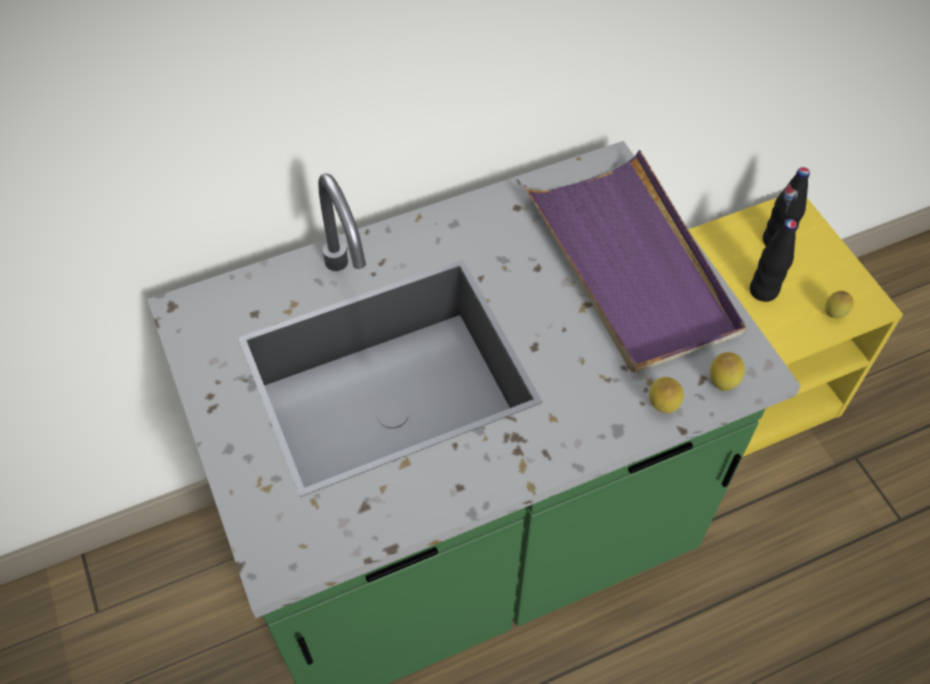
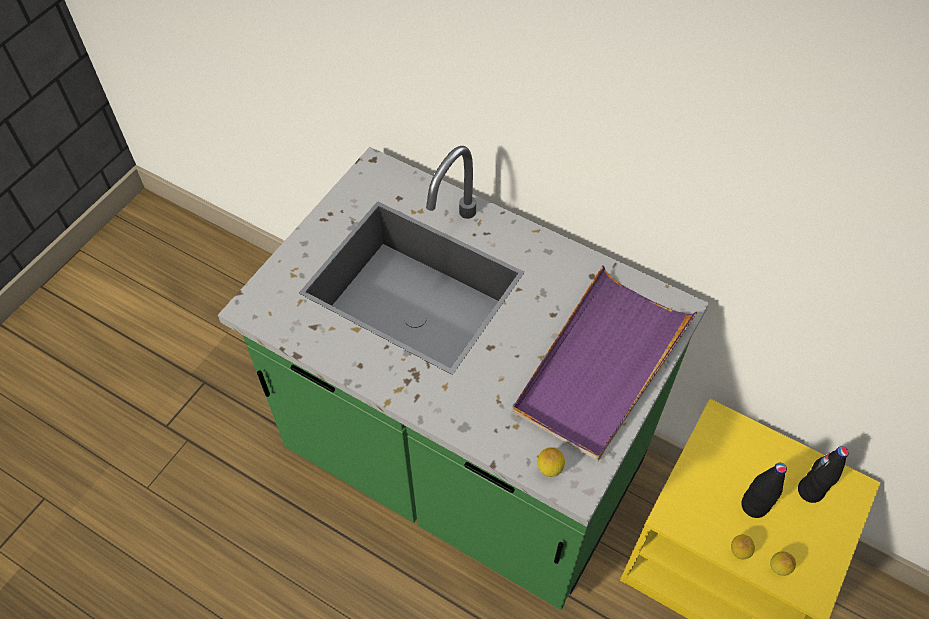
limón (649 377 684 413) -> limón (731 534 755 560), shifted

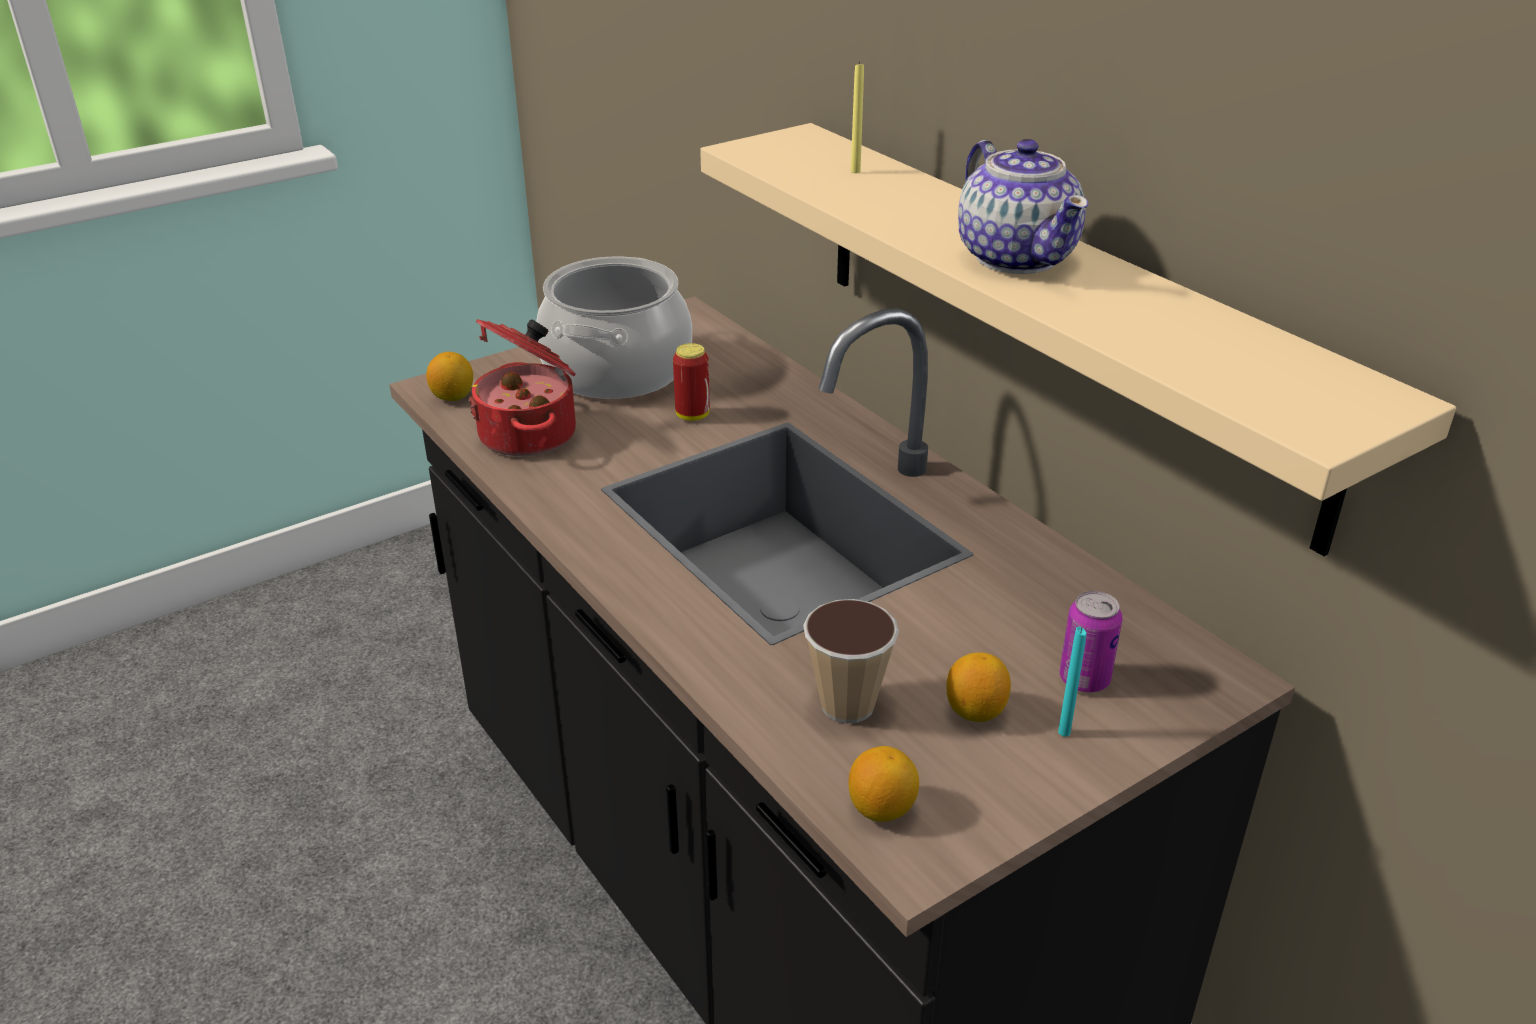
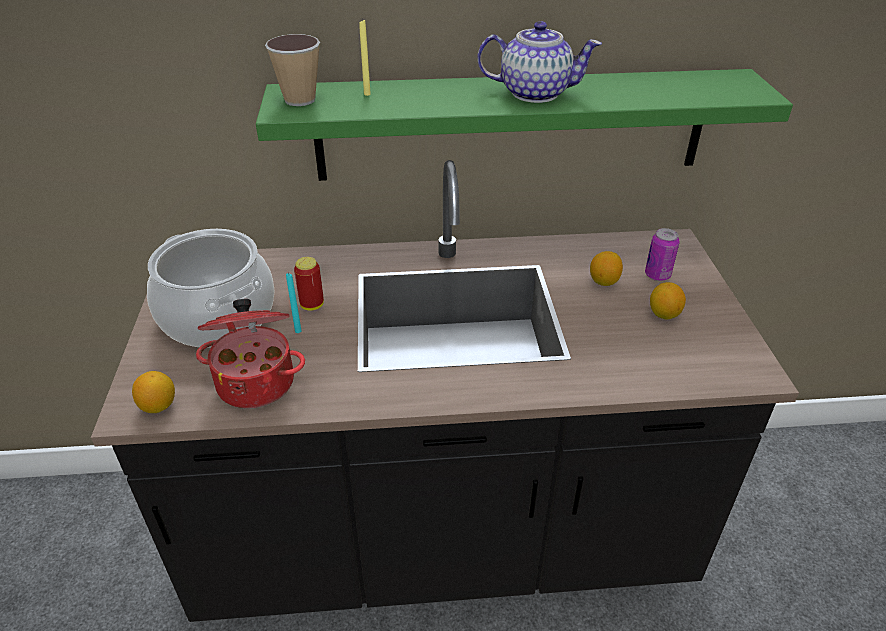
estante/beis (700 123 1456 556) -> estante/verde (256 69 793 181)
taza (803 599 899 723) -> taza (265 34 320 106), shifted
vela/turquesa (1058 627 1087 737) -> vela/turquesa (286 273 302 333), shifted
limón (848 746 919 822) -> limón (590 251 623 286), shifted

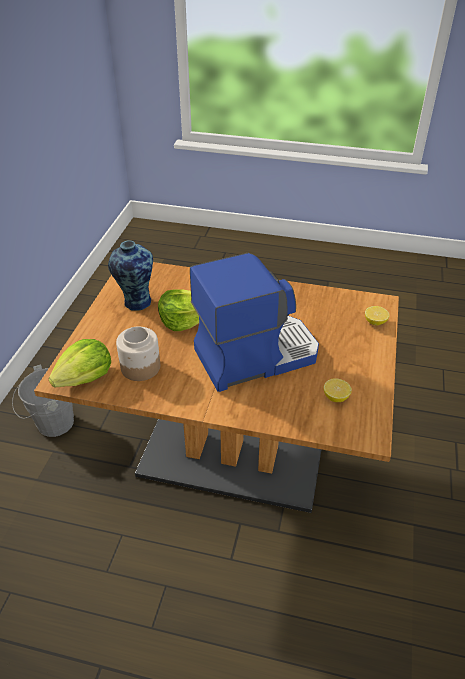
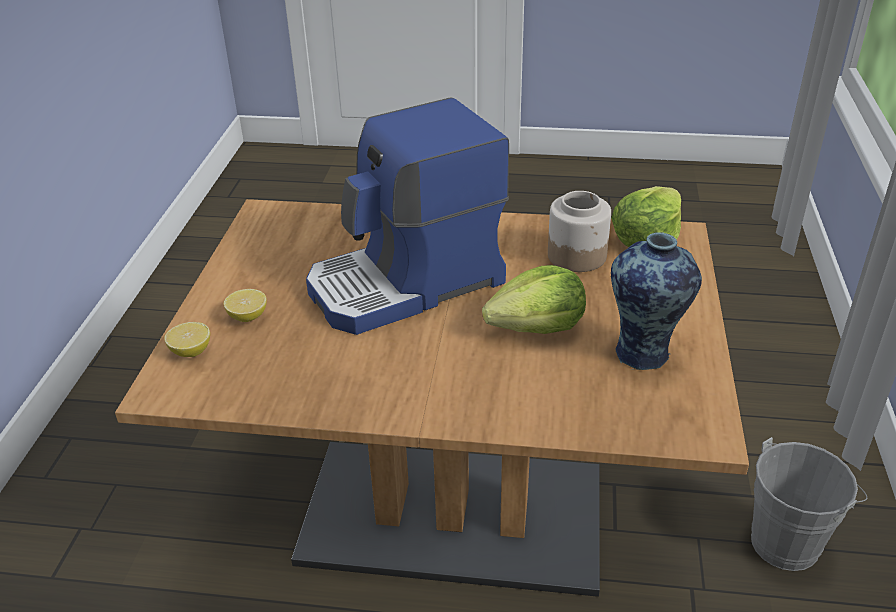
limón (324 378 352 402) -> limón (224 289 267 322), shifted

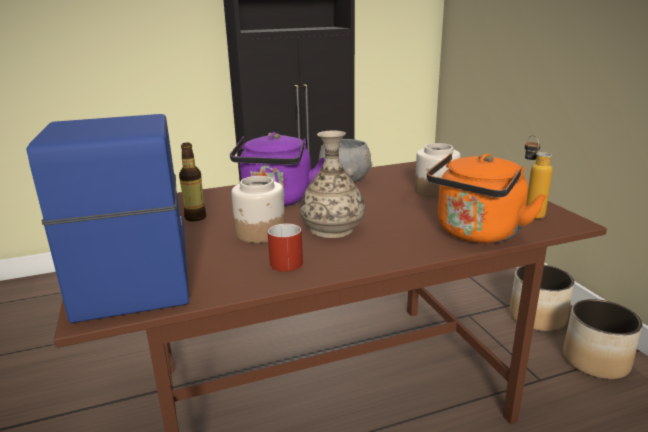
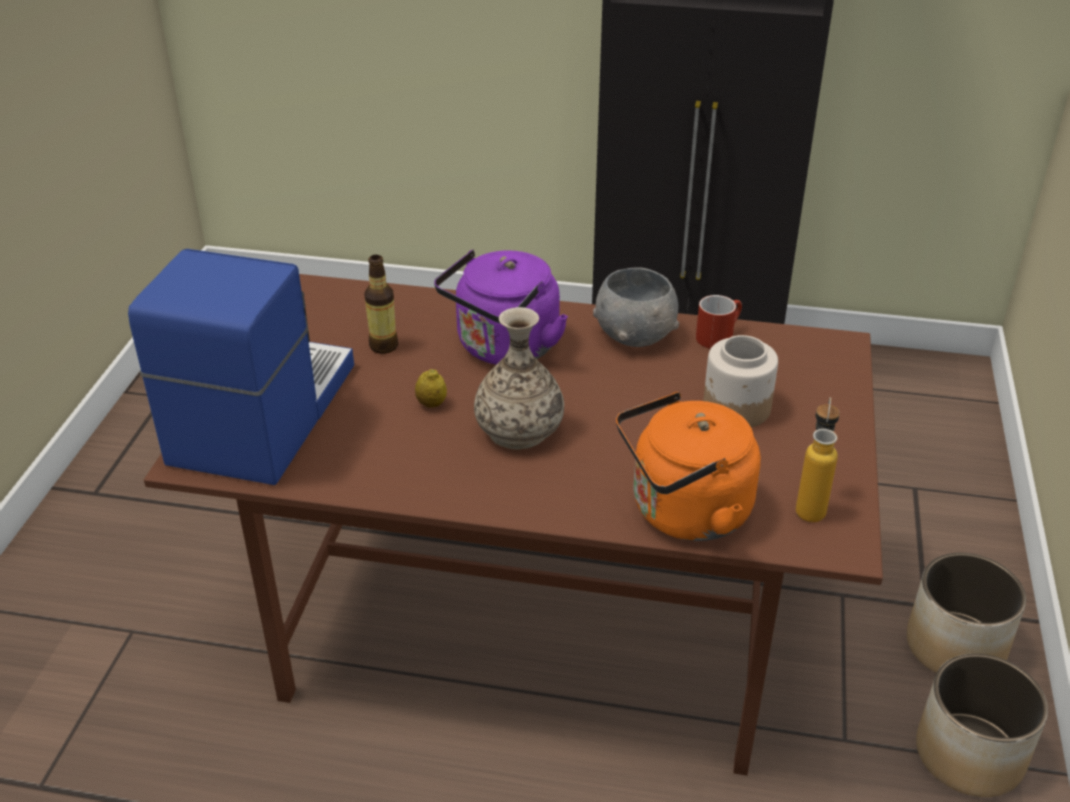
tarro (231 176 285 243) -> limón (415 369 447 408)
taza grande/rojo (268 223 303 272) -> taza grande/rojo (696 295 742 349), shifted

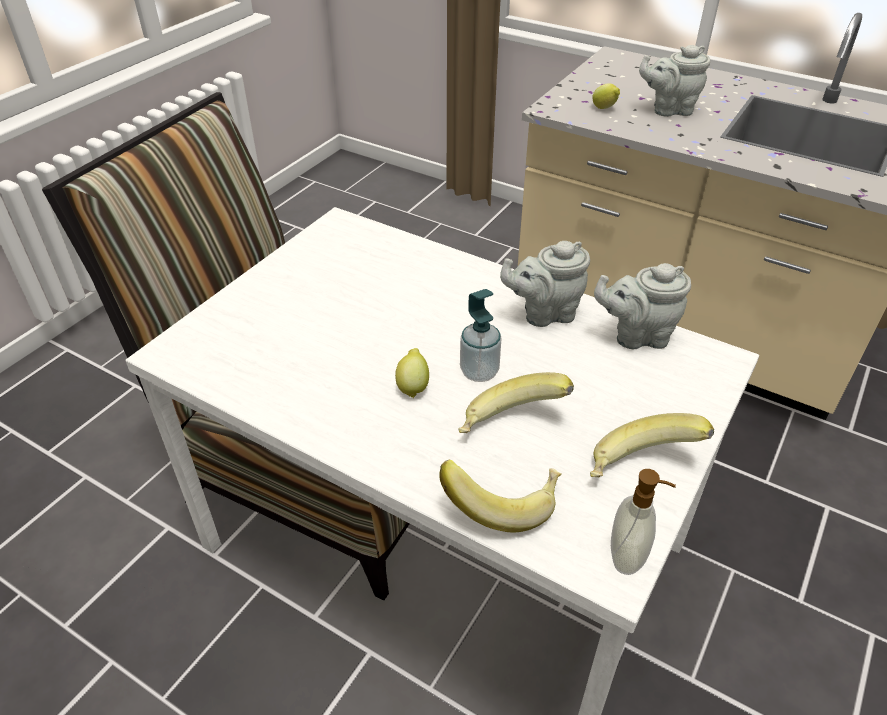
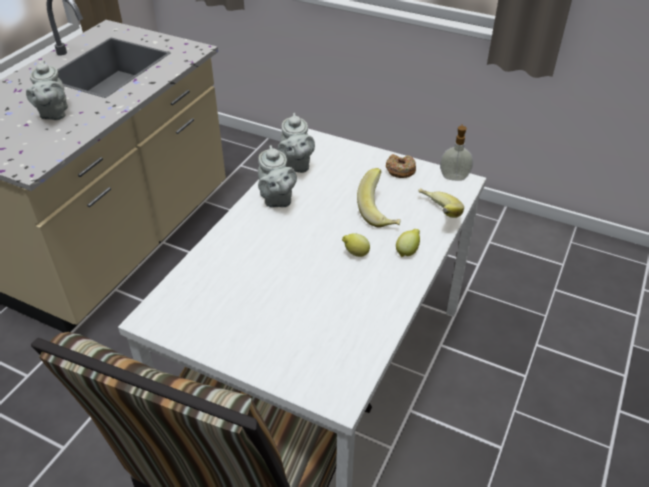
limón (592 83 620 109) -> limón (396 229 420 257), shifted
dispensador de jabón (460 289 501 382) -> none
plátano (590 413 714 478) -> rosquilla (386 154 416 178)

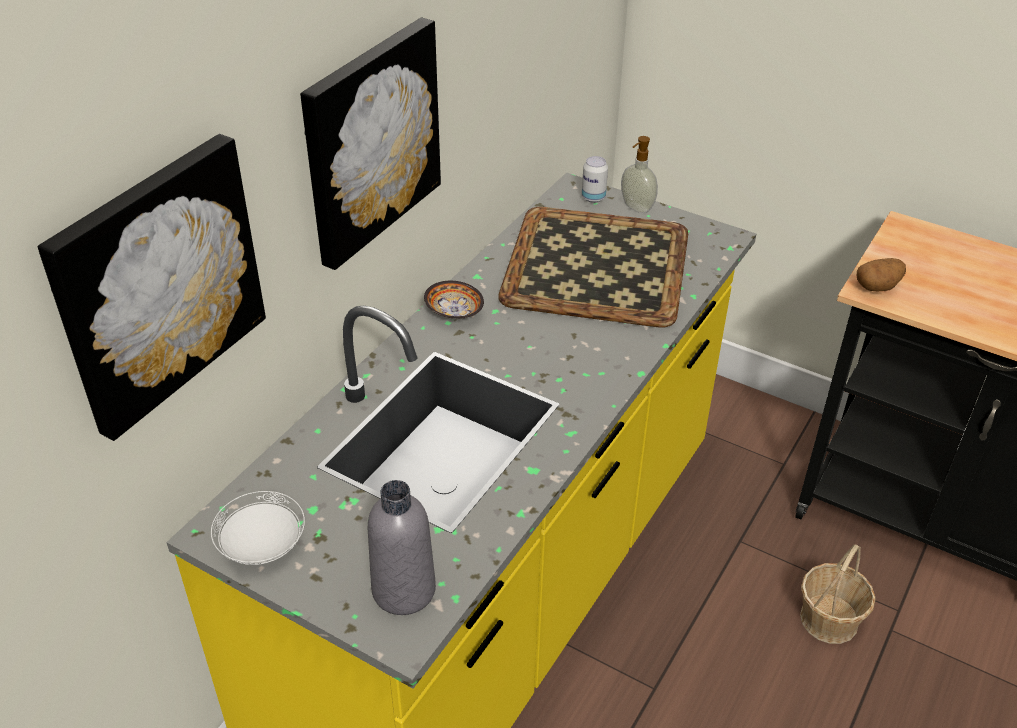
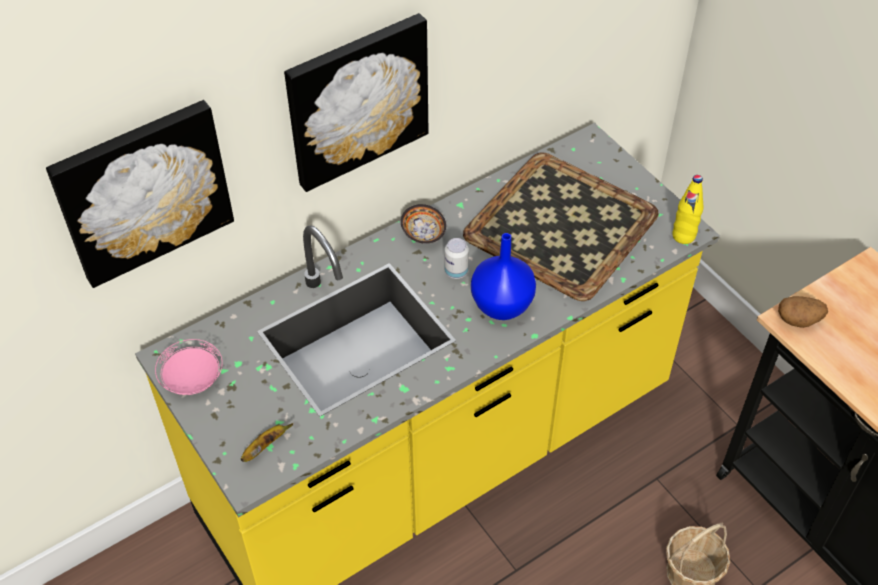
dispensador de jabón (621 136 658 213) -> none
lata (582 156 608 203) -> lata (445 238 469 279), shifted
botella/gris (368 480 436 615) -> plátano (241 423 293 462)
plato/blanco (211 491 305 565) -> plato/rosa (155 339 223 395)
none -> botella/amarillo (672 175 703 244)
none -> florero/azul (471 233 536 320)

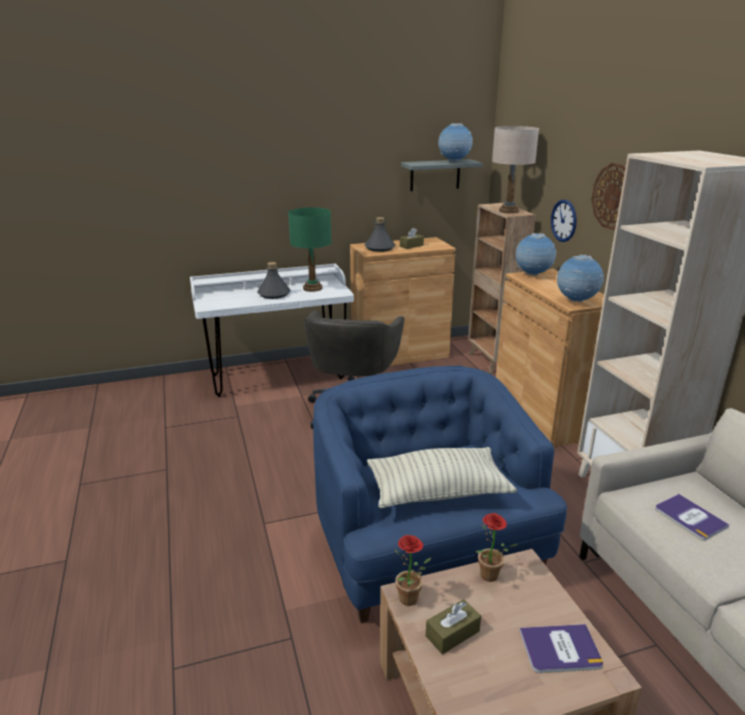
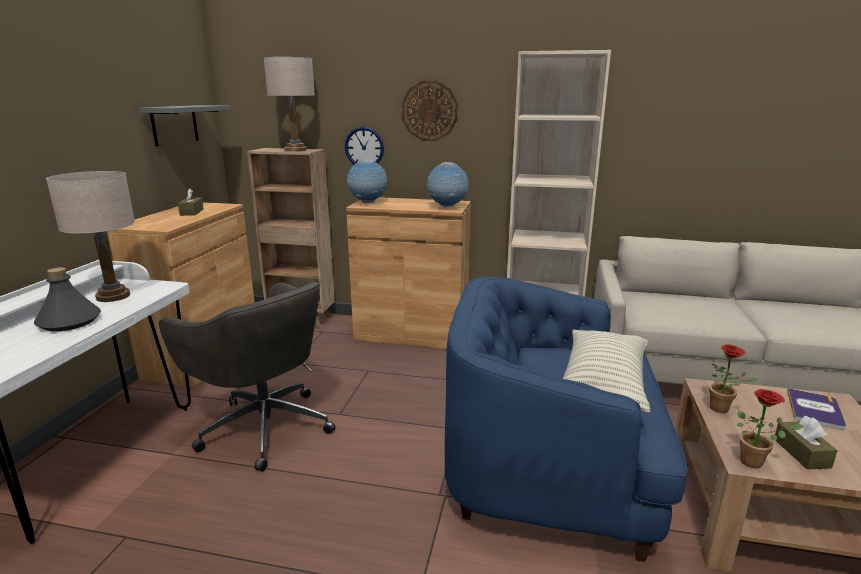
globo terráqueo (438 123 473 162) -> none
lámpara de mesa/verde (288 207 332 292) -> lámpara de mesa/beis (46 171 135 302)
botella/gris (365 217 395 252) -> none
libro (655 494 729 540) -> none

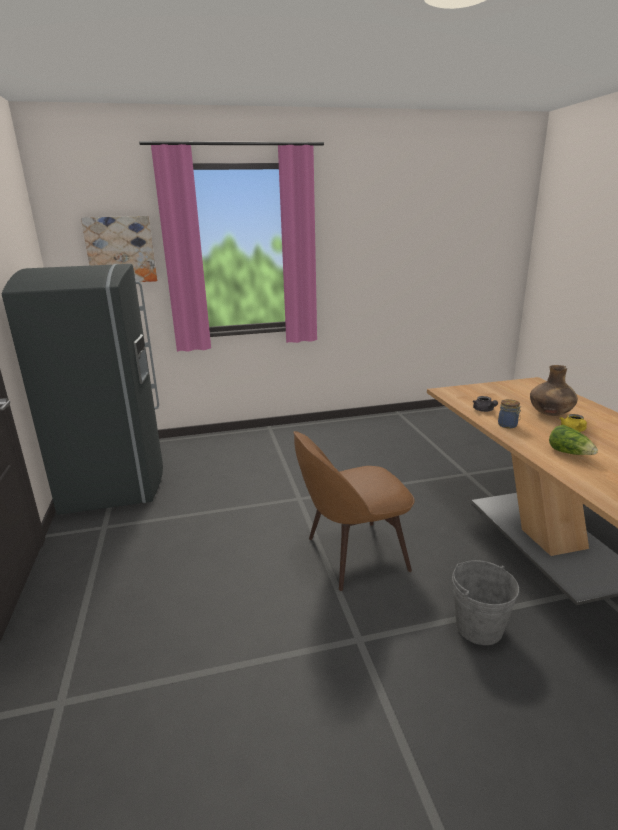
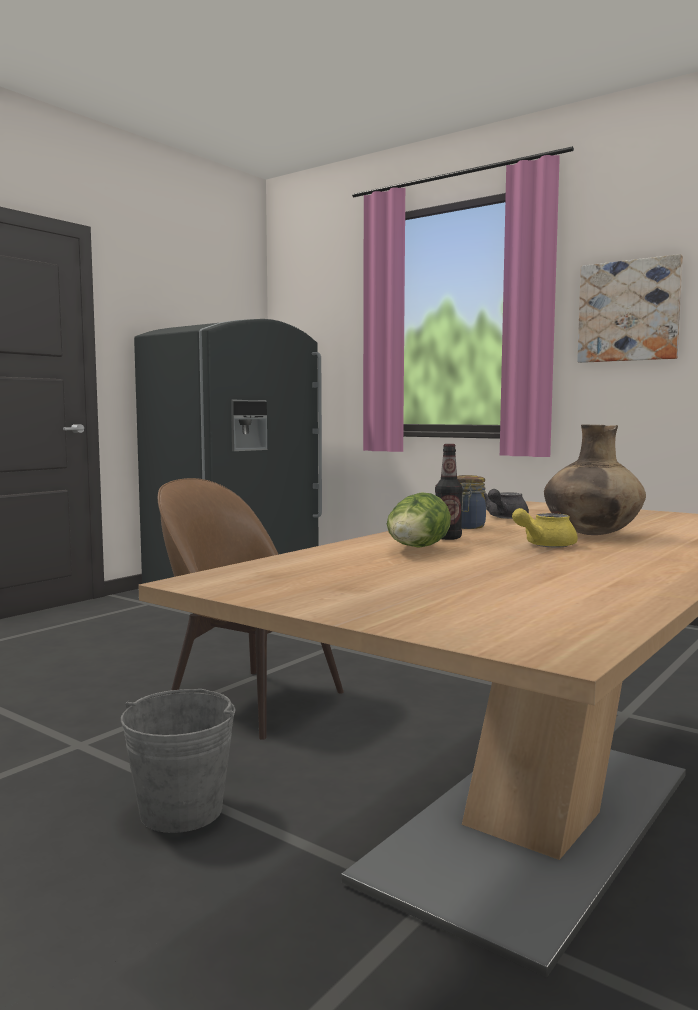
cuadro (81 216 157 282) -> cuadro (577 254 683 363), shifted
none -> botella (435 444 463 540)

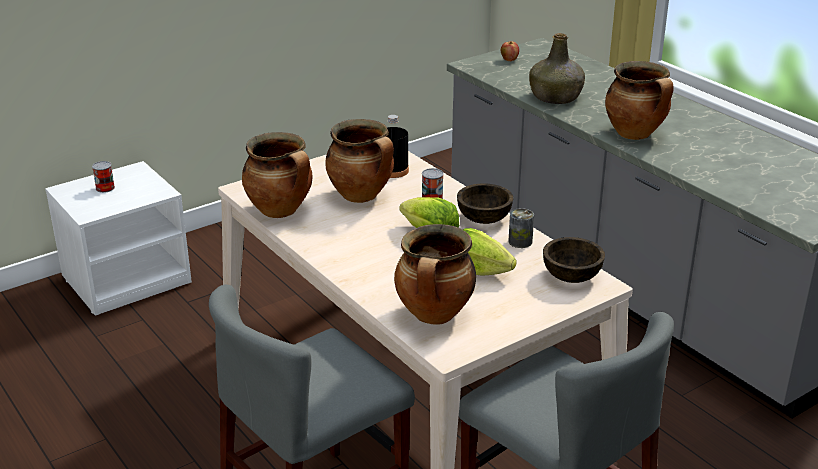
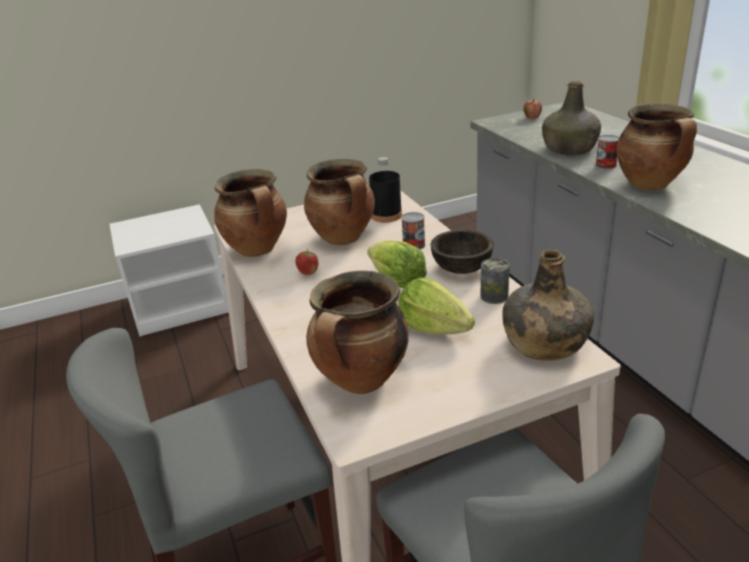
lata (92 161 115 193) -> lata (595 135 620 169), shifted
cuenco/marrón (543 237 605 283) -> botella/verde (502 250 594 361)
none -> manzana (295 249 318 275)

